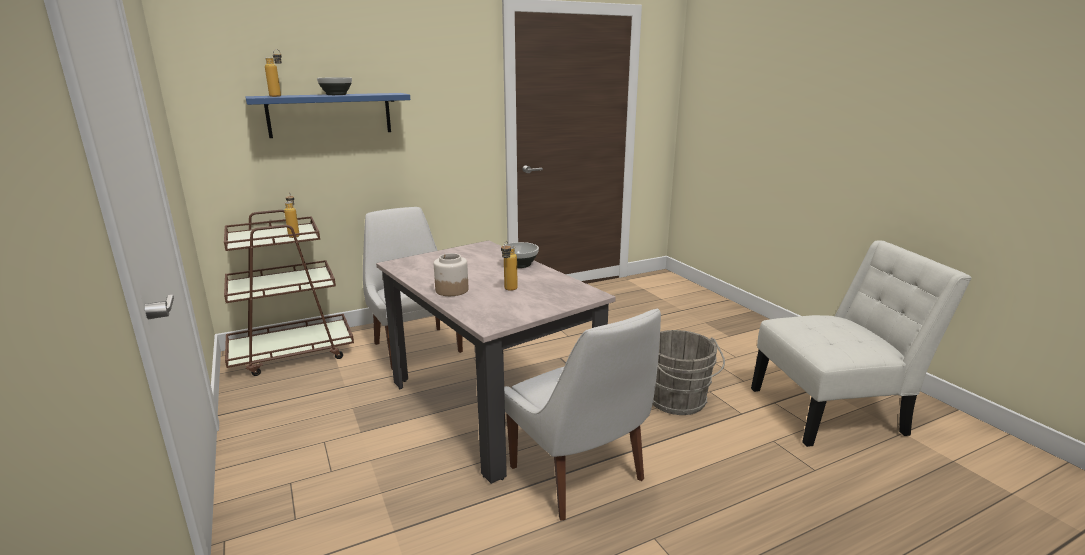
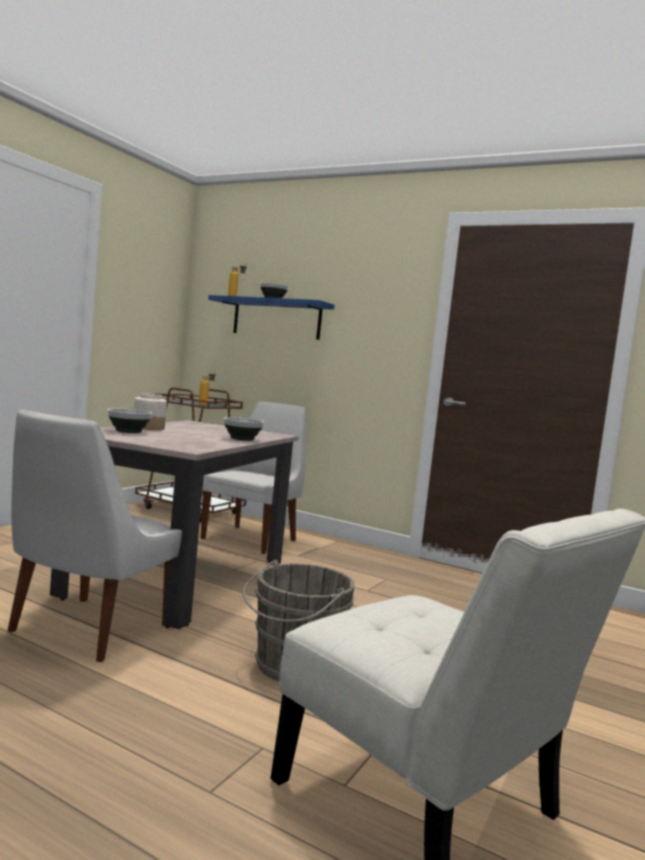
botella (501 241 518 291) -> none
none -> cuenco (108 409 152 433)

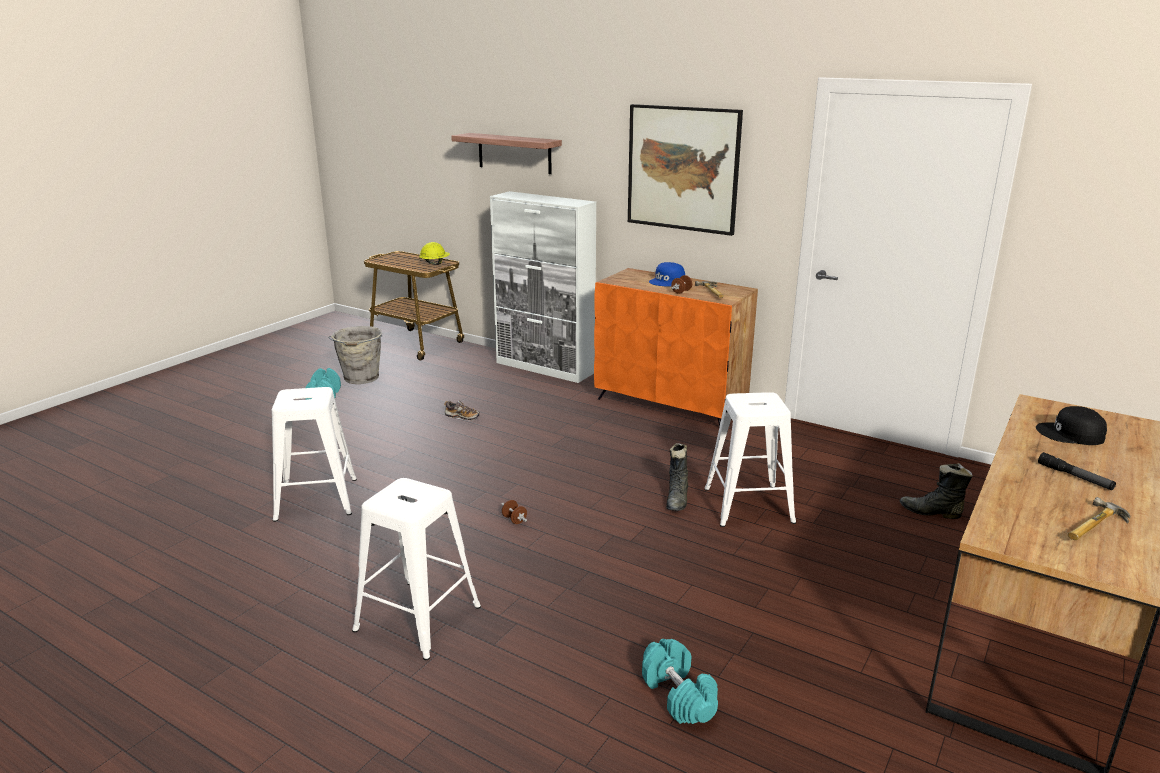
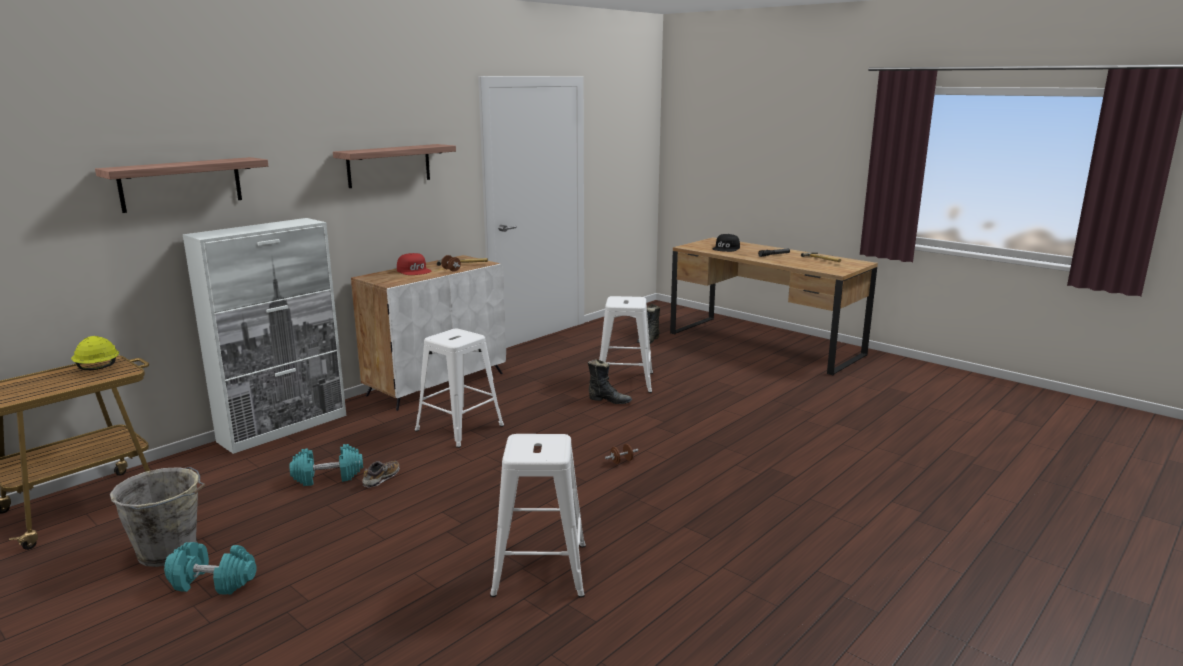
cuadro (628 104 743 236) -> estante (333 144 456 188)
gorra/azul (649 262 685 287) -> gorra/rojo (397 253 431 275)
armario/naranja (594 268 758 427) -> armario/blanco (351 255 506 411)
taburete/blanco (352 478 481 660) -> taburete/blanco (415 329 504 448), shifted
mancuerna/turquesa (642 639 718 724) -> mancuerna/turquesa (290 444 363 486), shifted

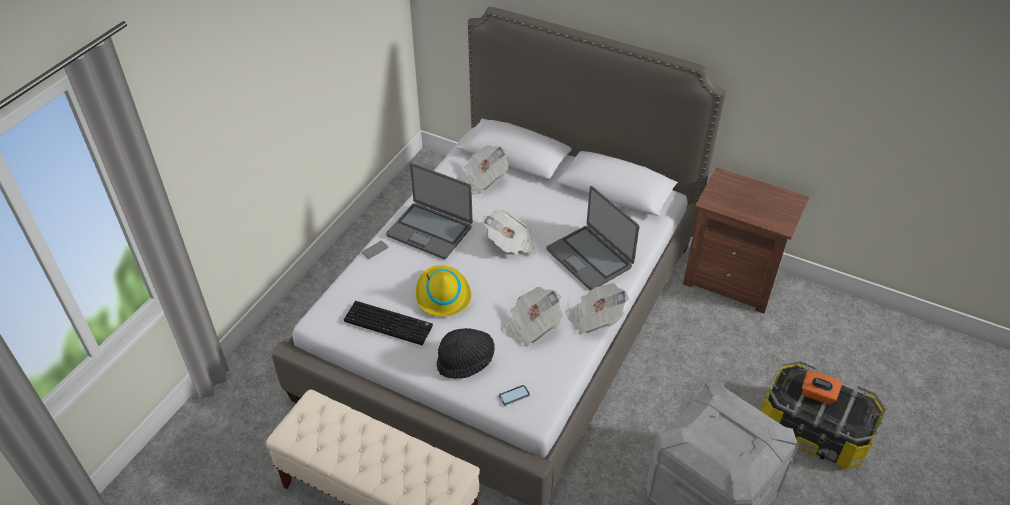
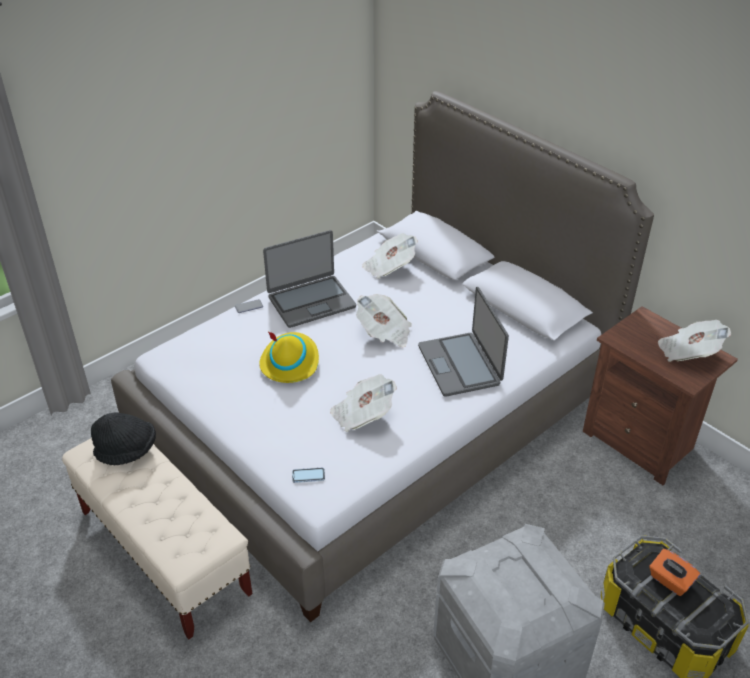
portátil (386 163 473 259) -> portátil (263 230 356 328), 75 degrees counterclockwise
periódico (565 283 629 335) -> periódico (658 320 731 362), shifted
teclado (344 301 433 345) -> none
sombrero/negro (437 328 495 379) -> sombrero/negro (91 412 156 466), shifted

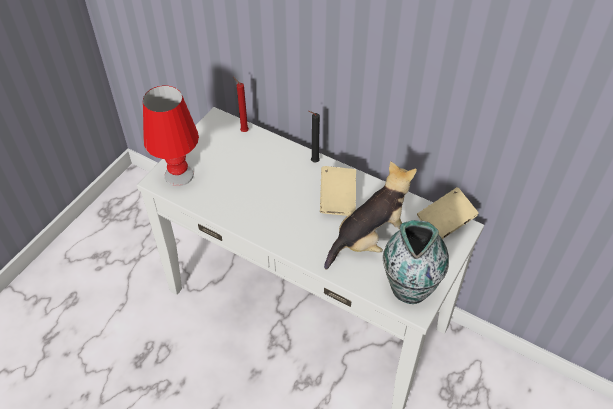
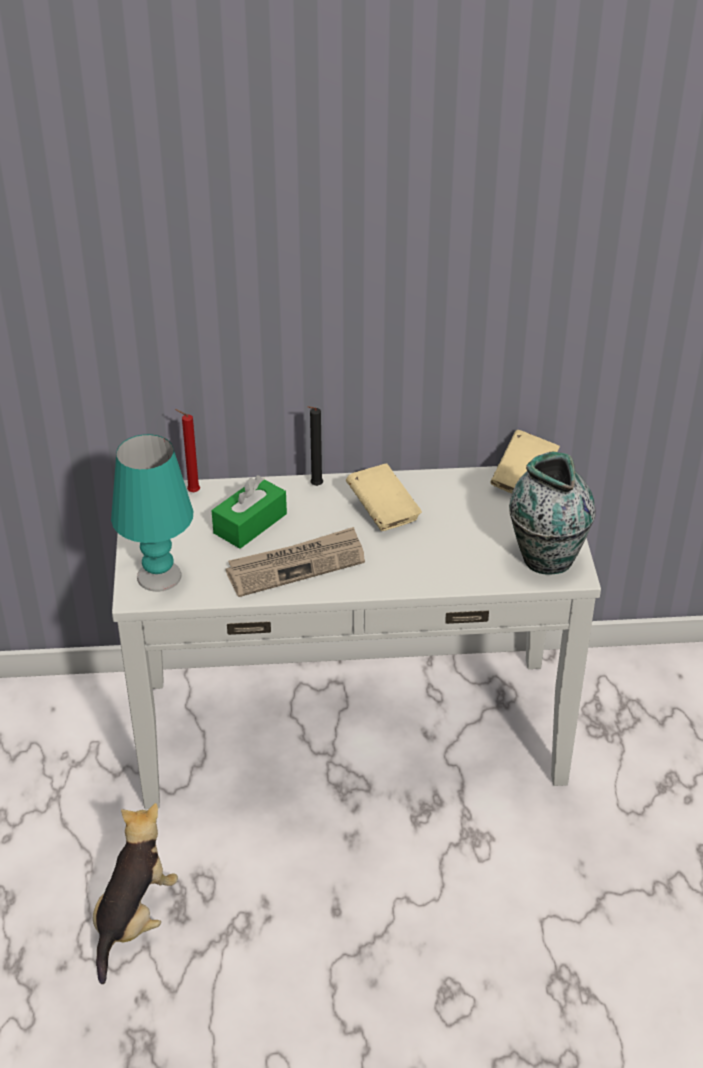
lámpara de mesa/rojo (143 85 199 186) -> lámpara de mesa/turquesa (111 434 193 592)
peluche (324 161 417 270) -> peluche (93 803 178 984), shifted
none -> caja de pañuelos/verde (212 475 287 549)
none -> periódico (225 527 365 597)

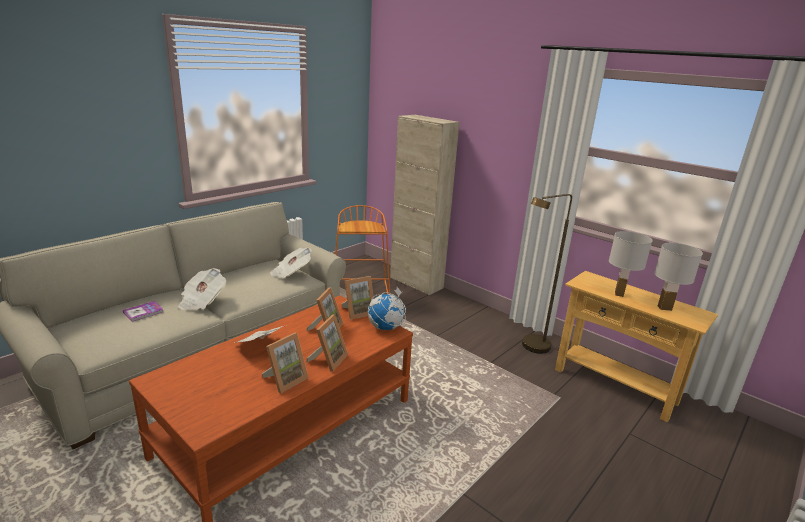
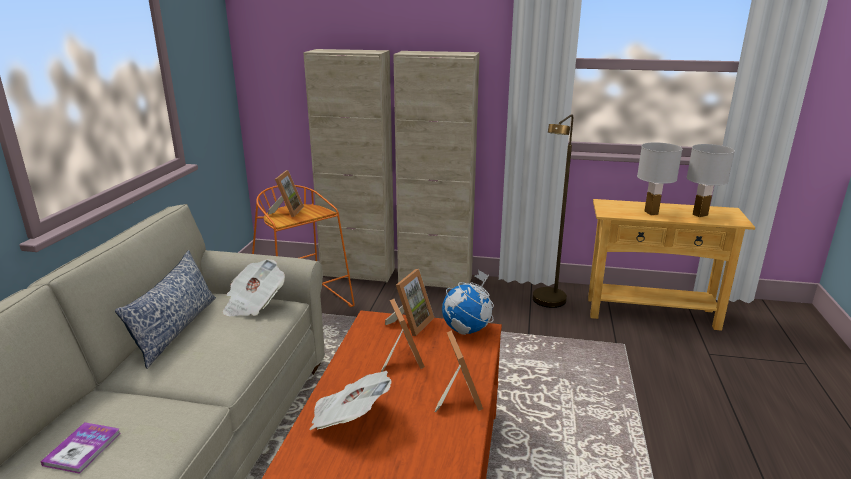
periódico (178 268 226 310) -> none
portarretratos (262 333 309 393) -> portarretratos (268 170 304 217), shifted
none -> armario/beis (393 51 480 288)
none -> cojín (115 250 216 369)

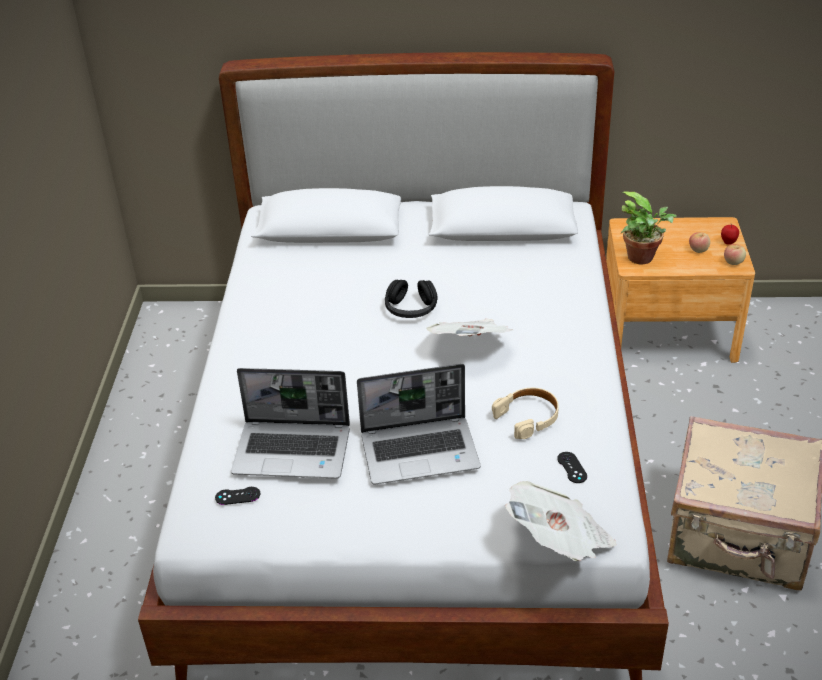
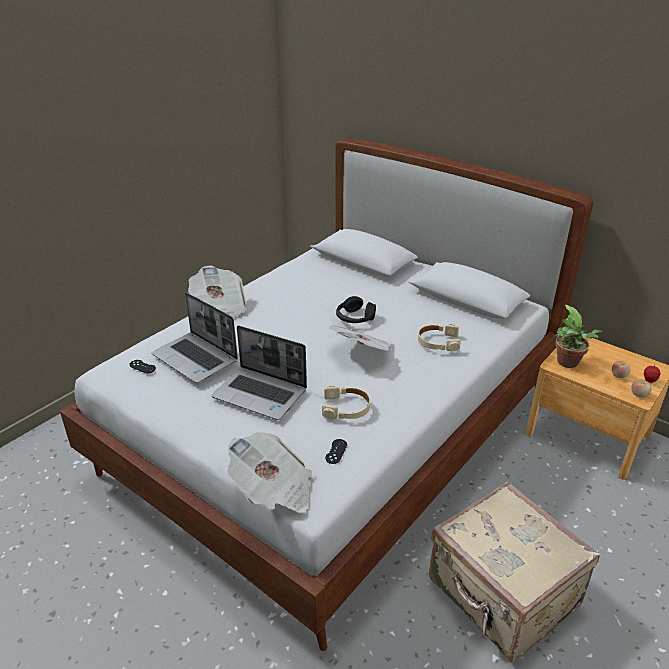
none -> periódico (188 266 247 318)
none -> auriculares/beis (418 324 461 352)

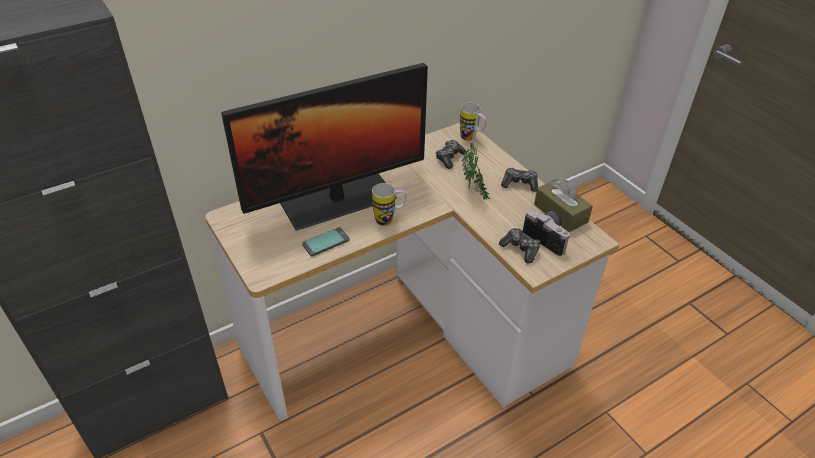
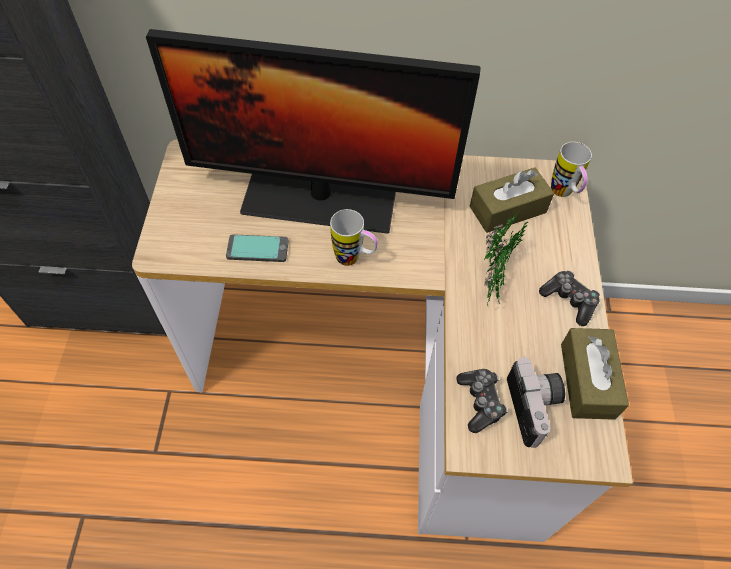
mando de consola (436 140 466 169) -> caja de pañuelos/marrón (470 167 554 233)

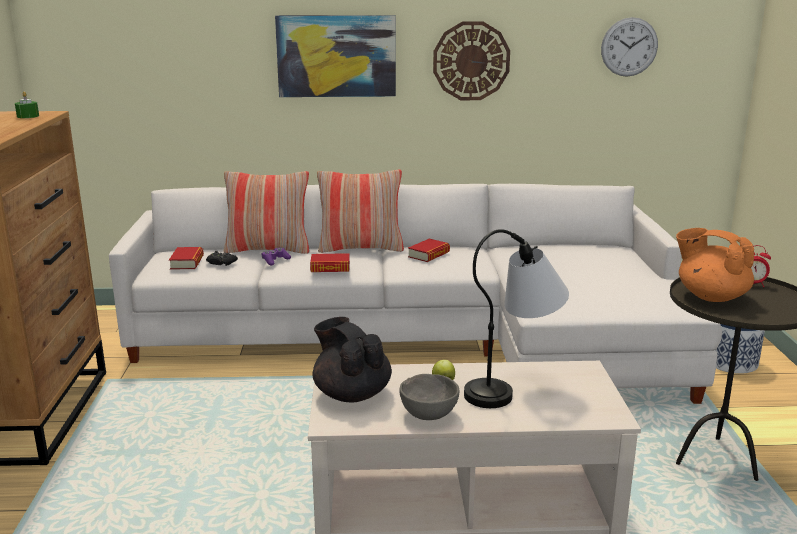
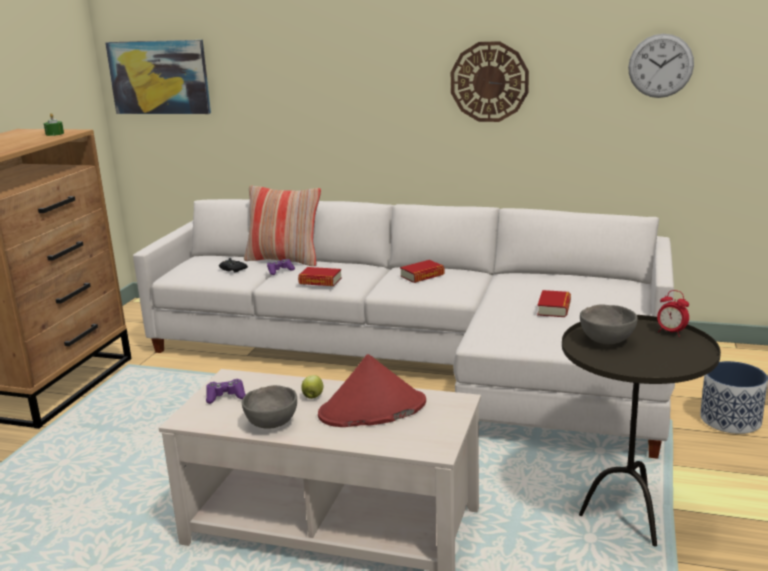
cuadro (275 15 396 97) -> cuadro (105 40 211 114), shifted
cojín (317 170 404 253) -> none
tetera/naranja (676 228 754 302) -> cuenco/gris (580 304 638 344)
lámpara de mesa (464 229 569 408) -> sombrero/rojo (318 354 426 427)
libro (169 247 204 270) -> libro (537 290 571 317), shifted
tetera/negro (313 317 392 402) -> mando de consola/morado (206 379 246 404)

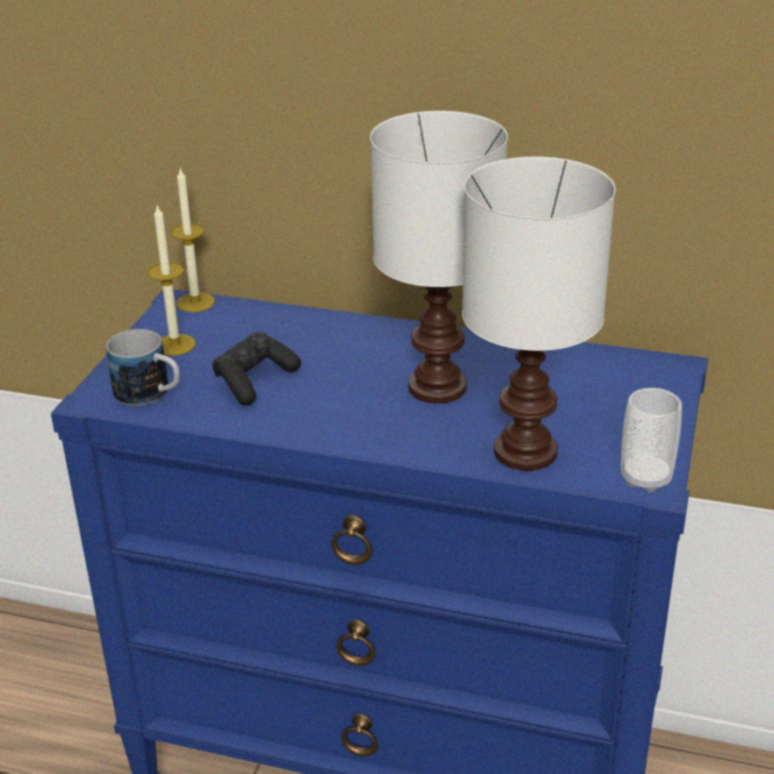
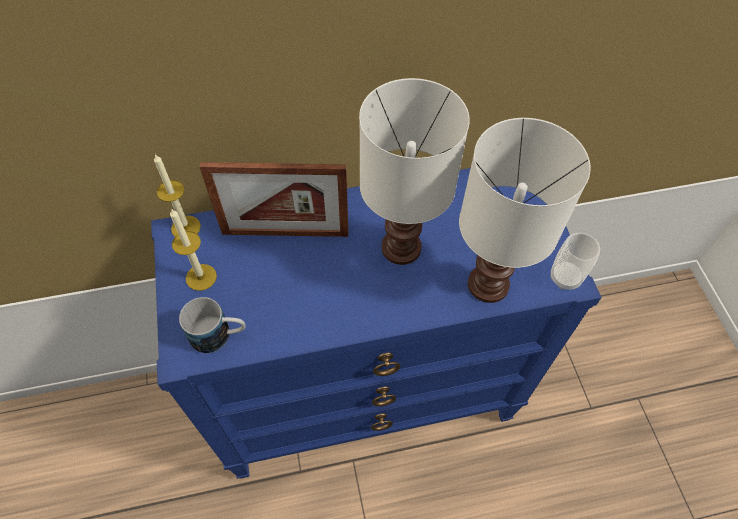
mando de consola/negro (212 332 301 405) -> none
none -> portarretratos (199 162 348 237)

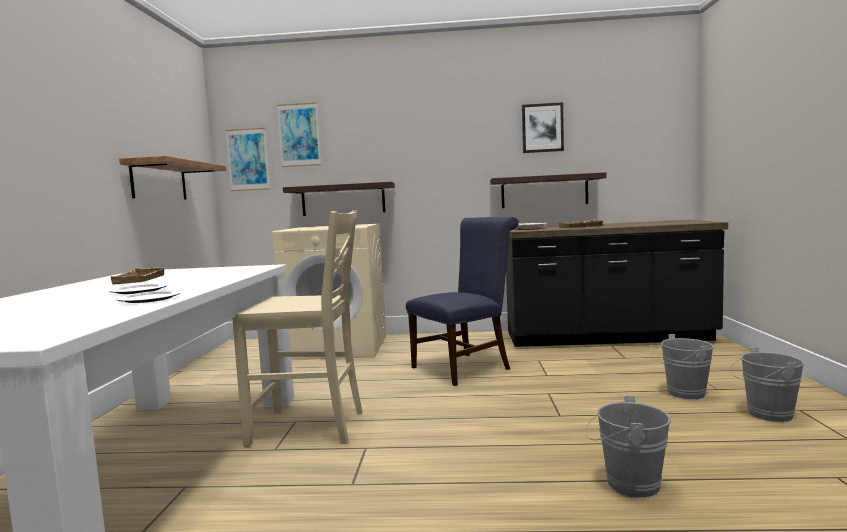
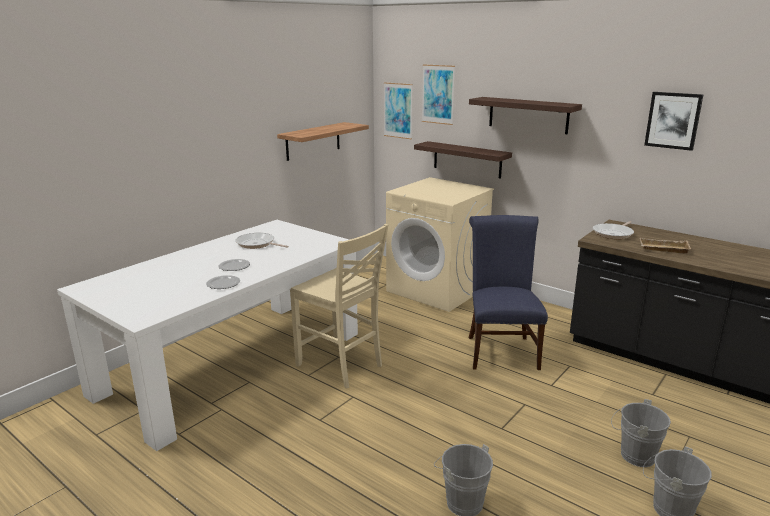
estante (490 172 607 208) -> estante (469 97 582 134), shifted
silla/azul (406 217 519 386) -> silla/azul (468 215 548 370), 90 degrees counterclockwise
bandeja/beis (111 267 167 285) -> sartén (235 233 289 249)

